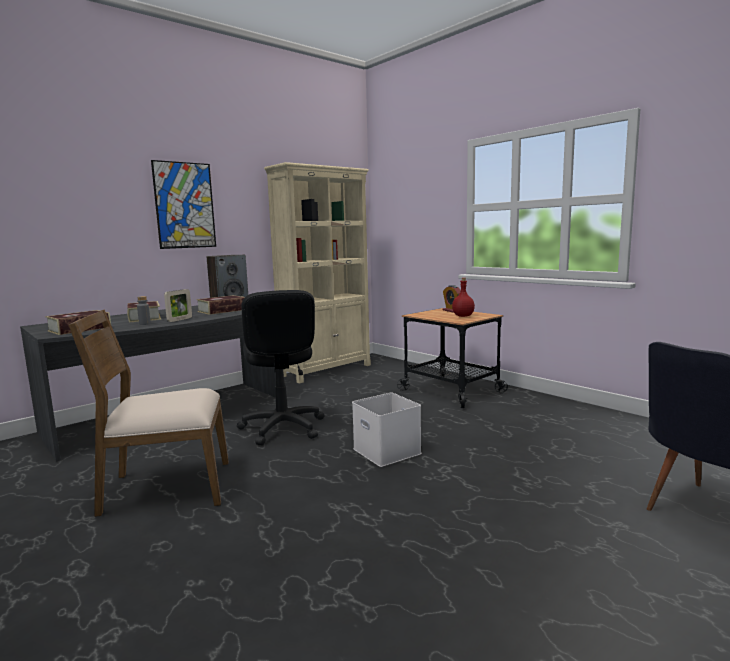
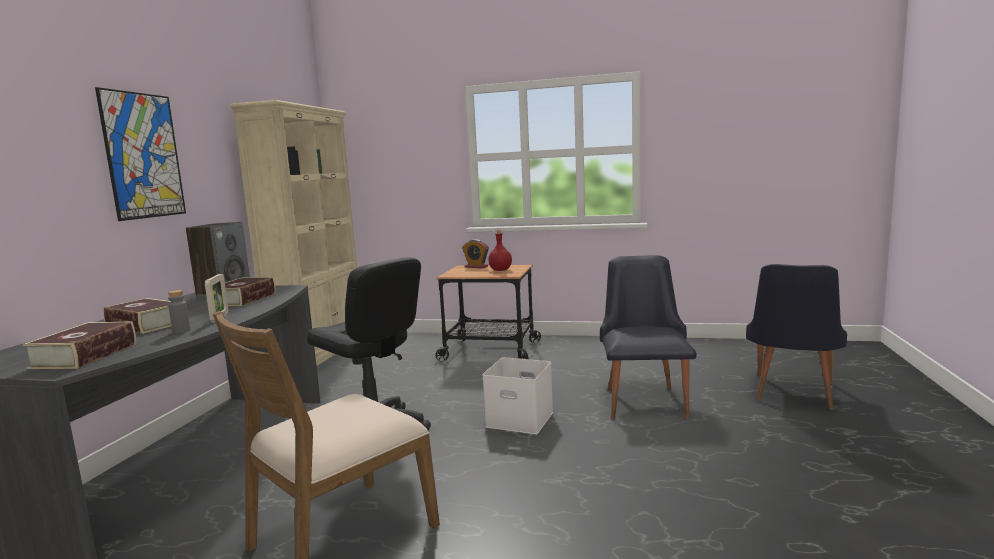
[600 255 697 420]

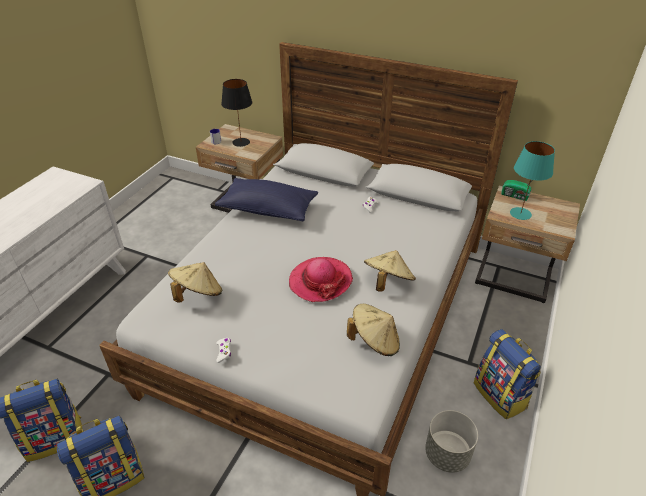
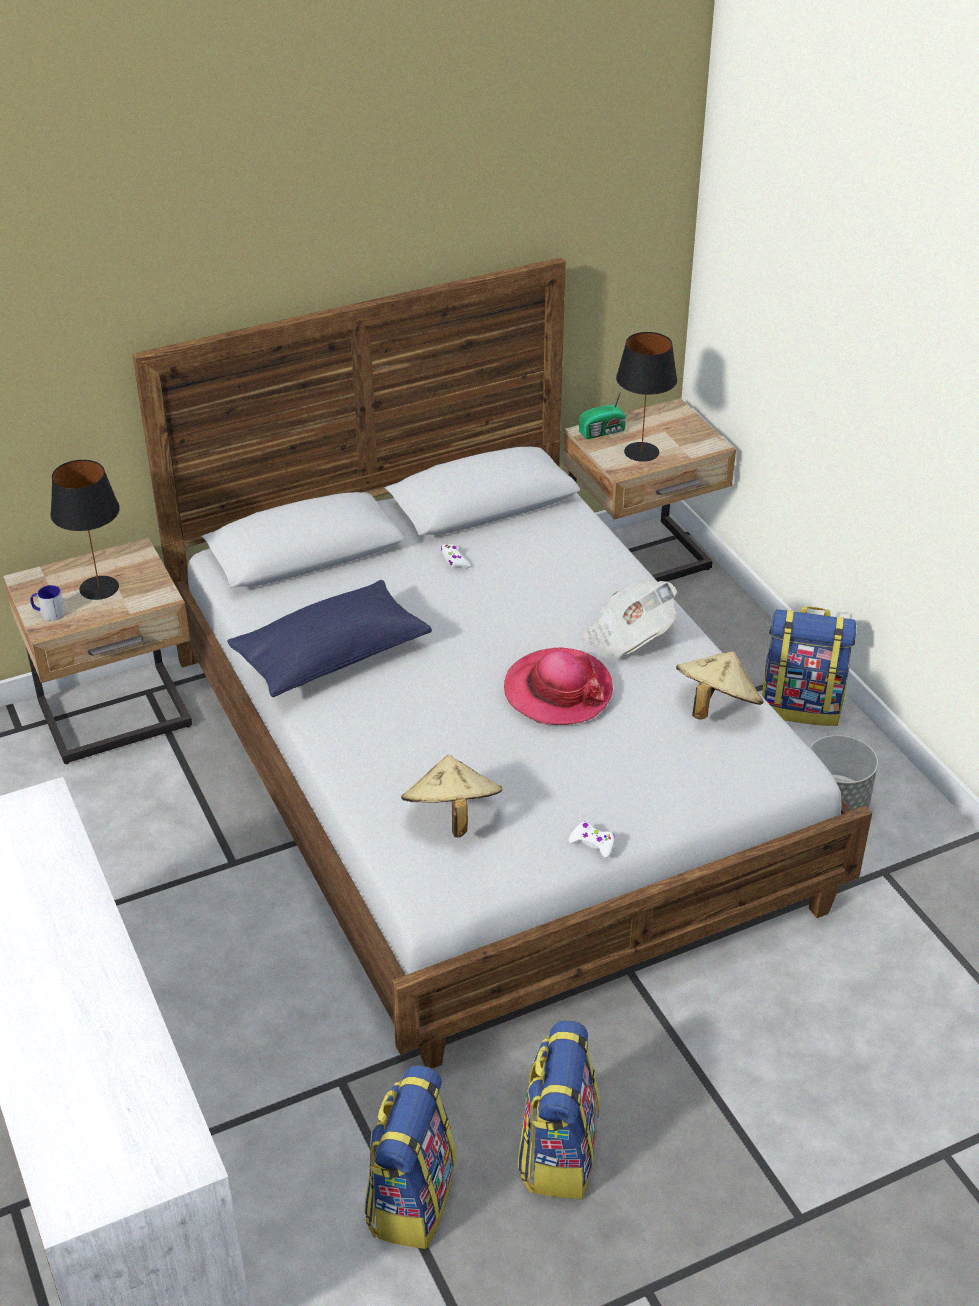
[583 577 677 659]
[616 332 677 462]

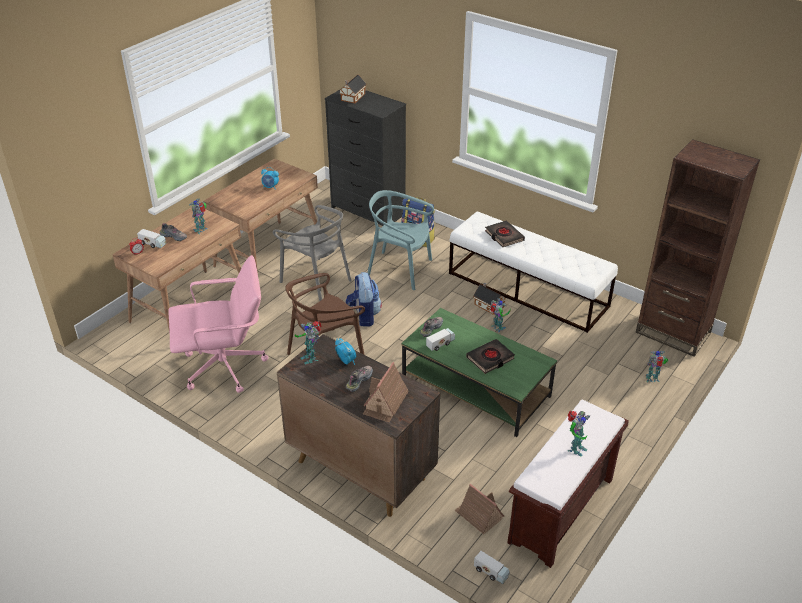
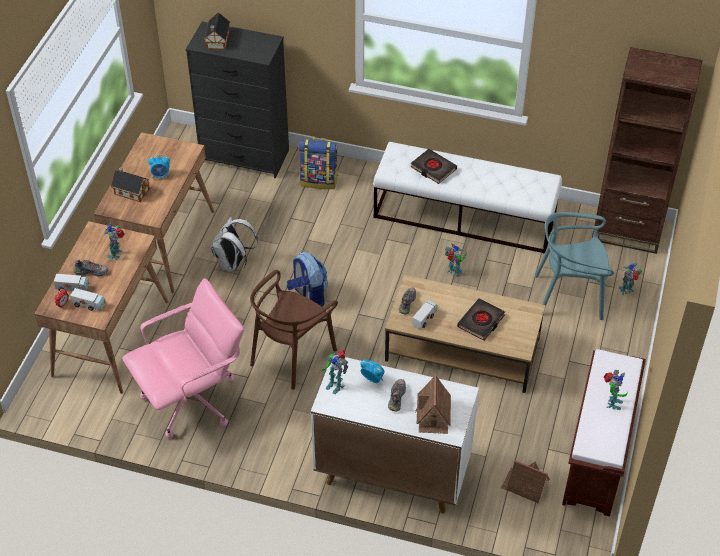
[70 288 106 311]
[111 168 150 202]
[211 217 258 272]
[311 354 479 513]
[385 275 545 393]
[535 212 614 320]

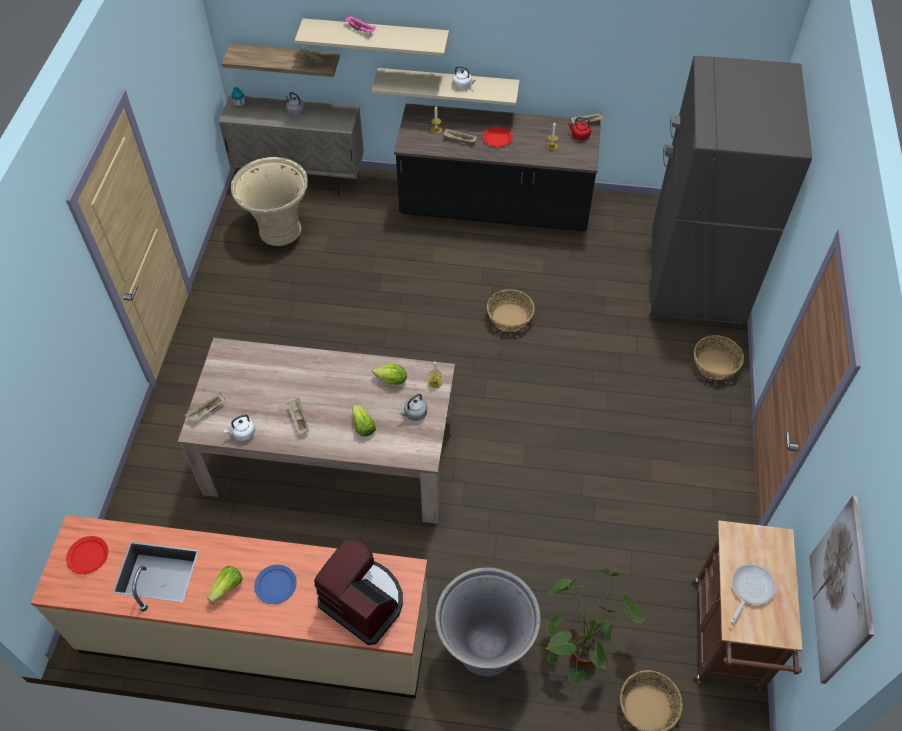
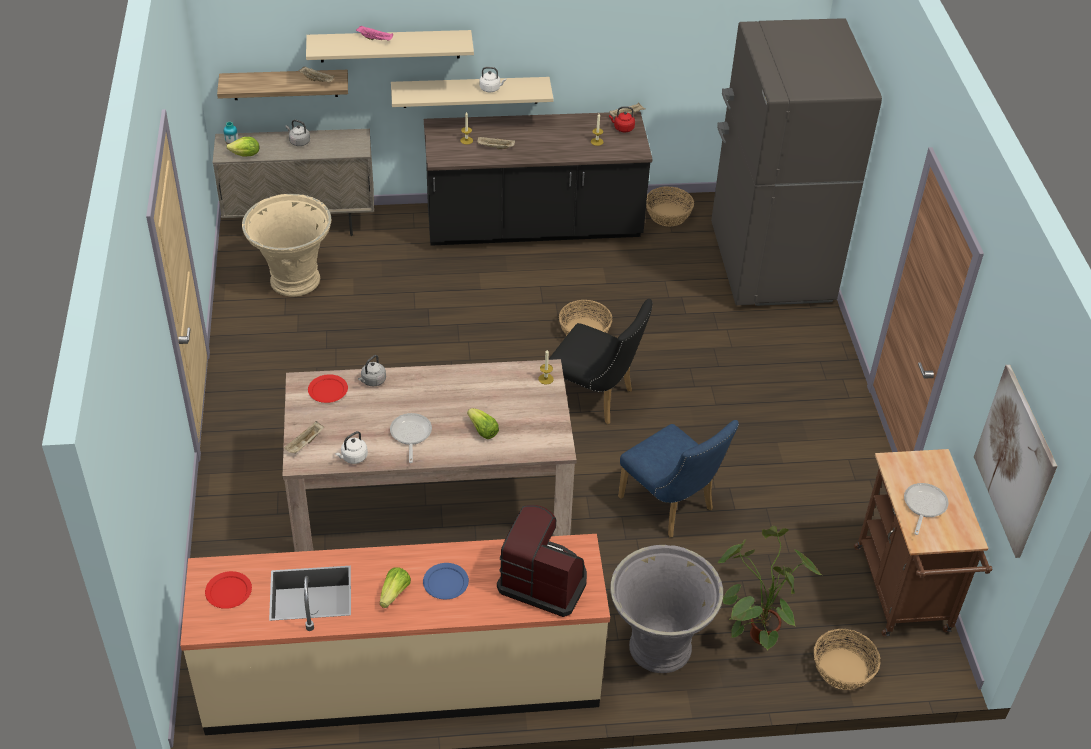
[226 137 259 157]
[308 374 348 403]
[358 355 386 386]
[390 413 432 463]
[548 299 653 425]
[618 420 739 538]
[646 186 694 227]

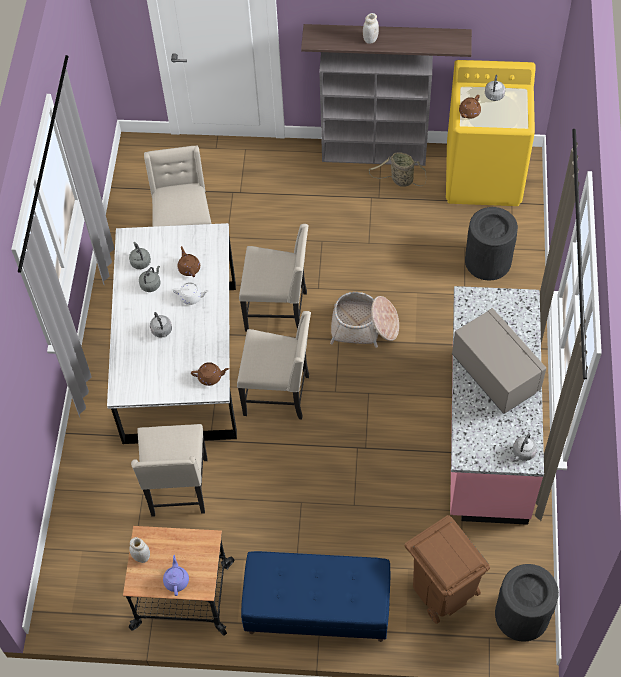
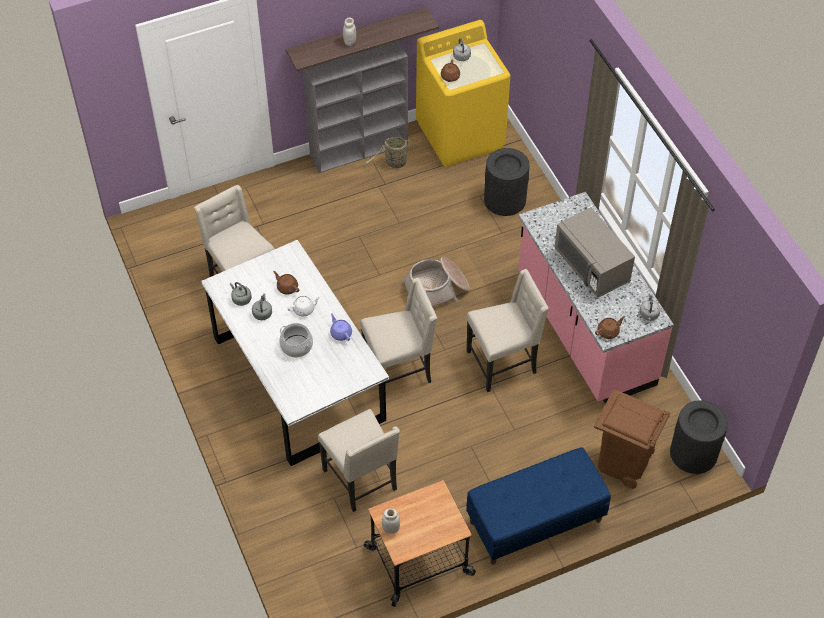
[279 323 313 358]
[330 313 352 341]
[467 269 549 392]
[555 208 635 297]
[595 316 625 339]

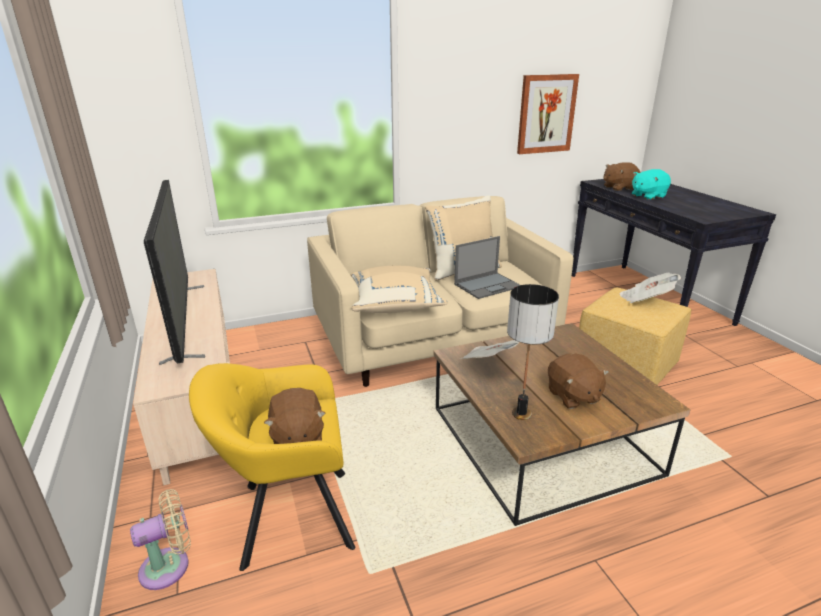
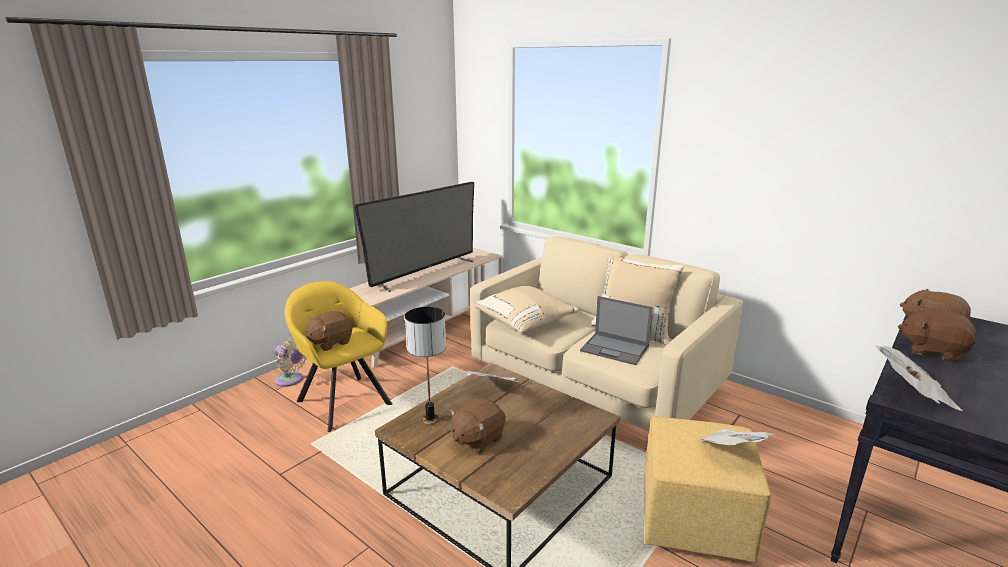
[876 346 962 411]
[898 307 976 362]
[517 74 579 154] (first image)

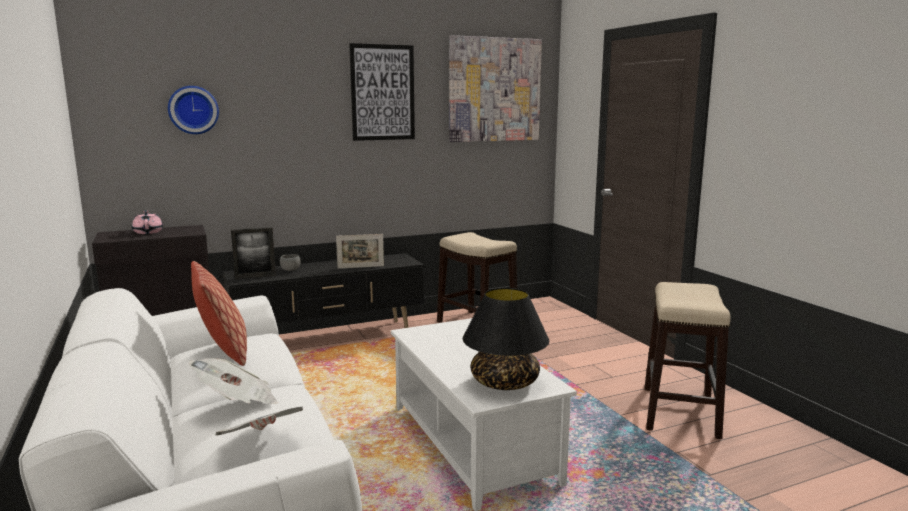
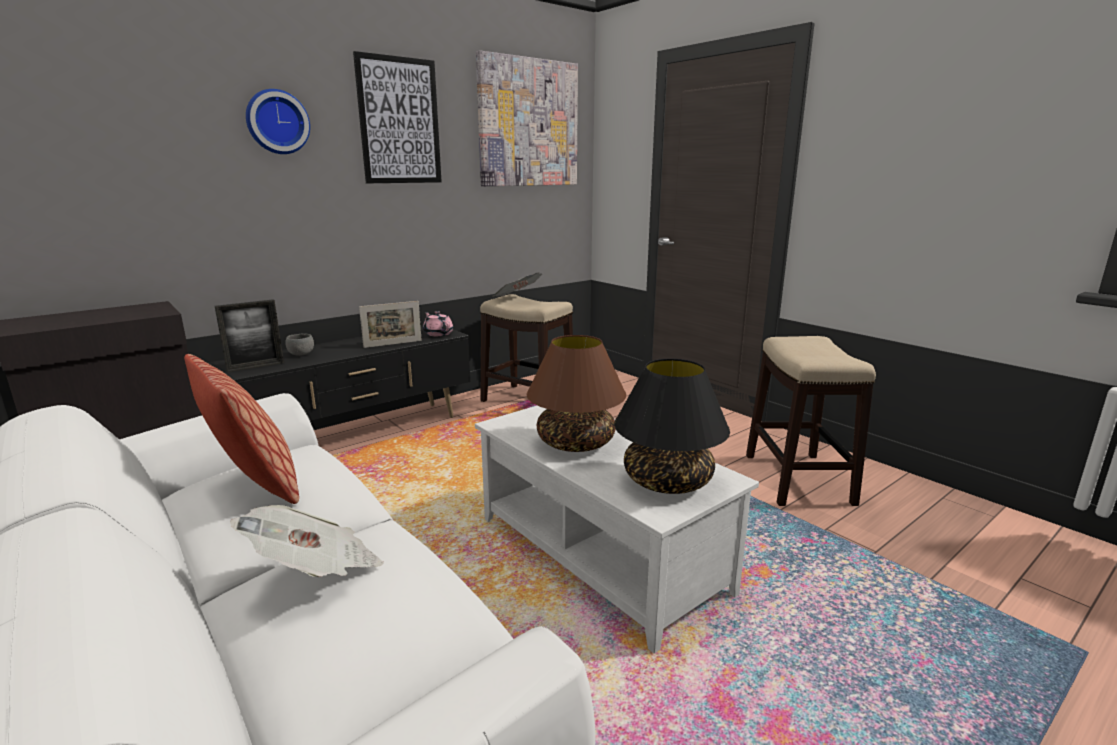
[246 89 310 154]
[423 311 453 336]
[493 272 542 297]
[527 335 626 452]

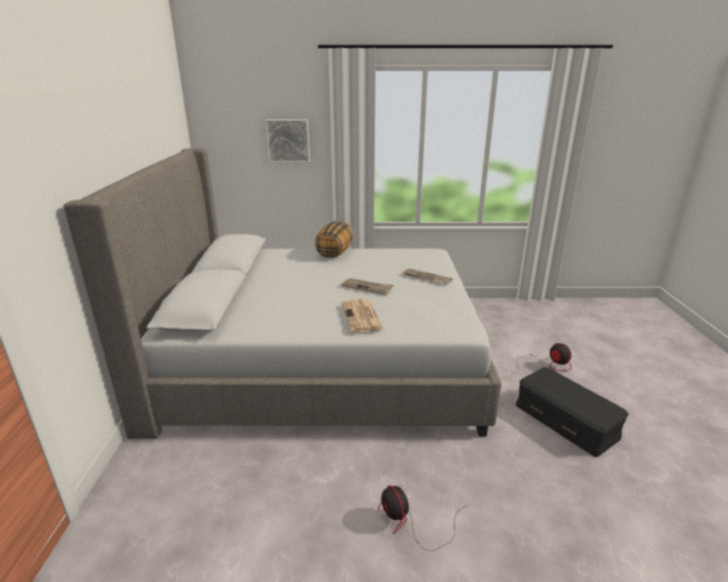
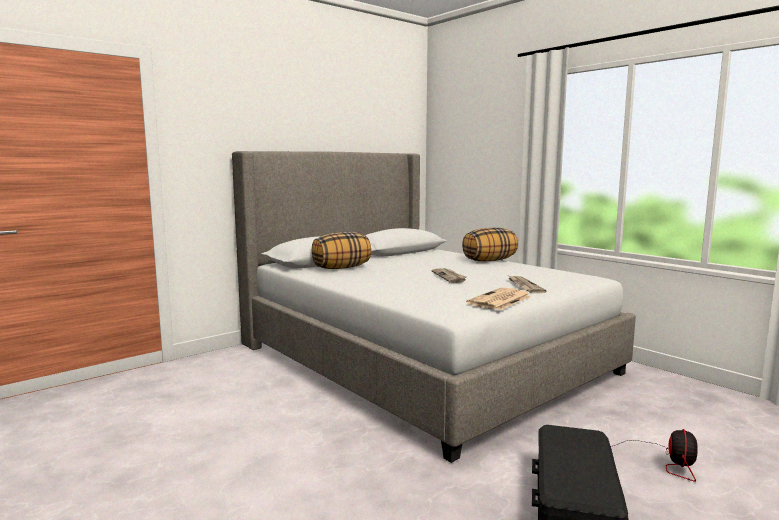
[312 232 371 269]
[466 287 531 310]
[265 119 310 163] (first image)
[378 485 466 551] (first image)

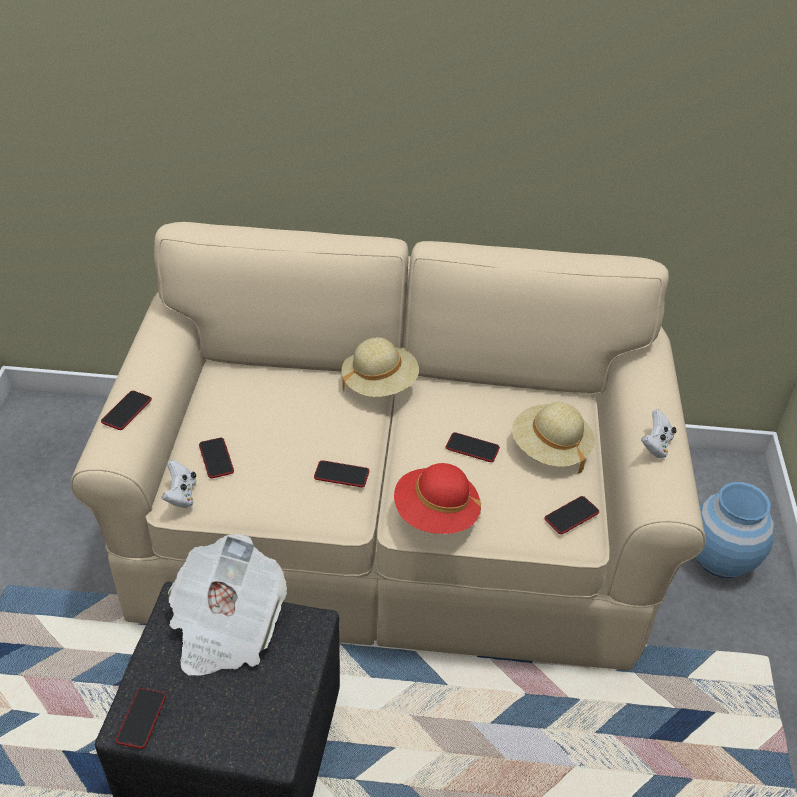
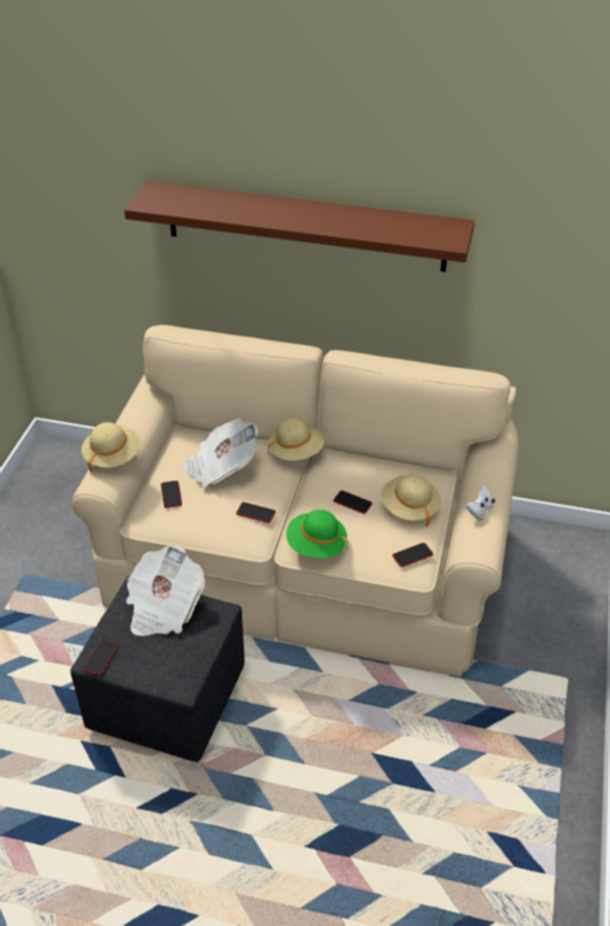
[81 422 141 473]
[124 181 475 272]
[182 418 259 488]
[286 510 347 558]
[162 460 196 508] (first image)
[696 482 775 578] (first image)

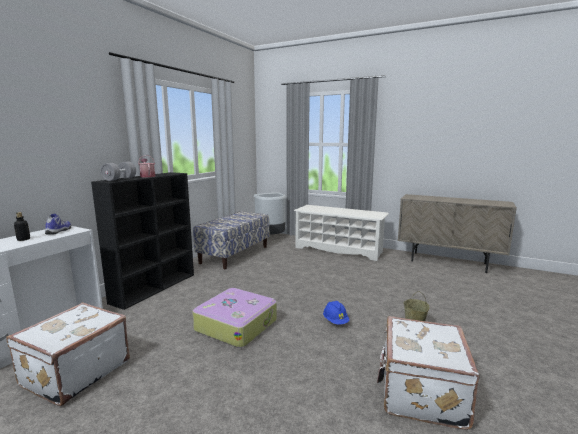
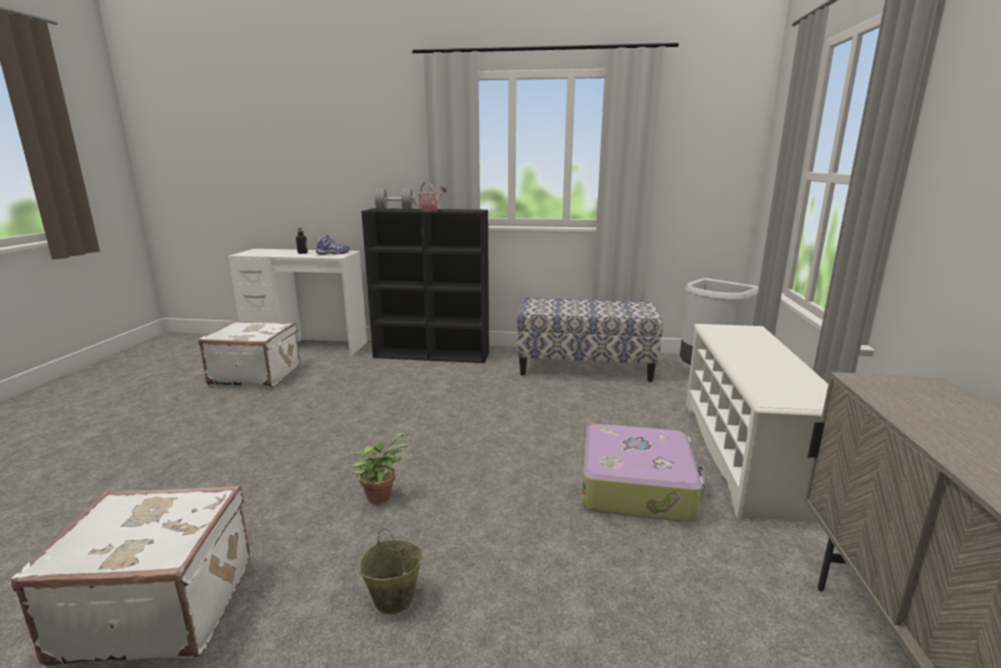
[352 432 407 504]
[582 424 705 522]

